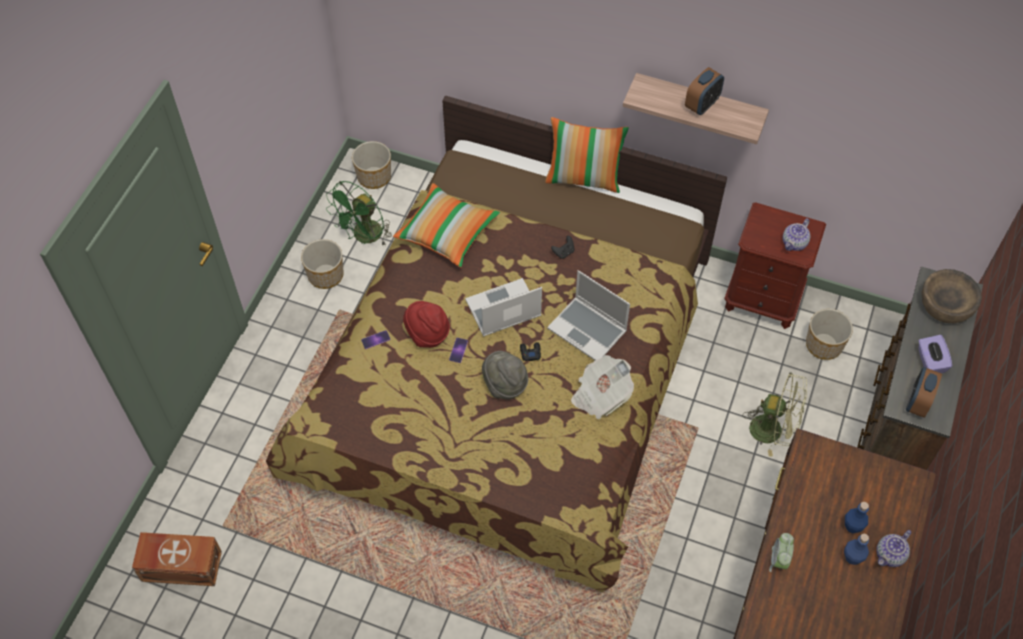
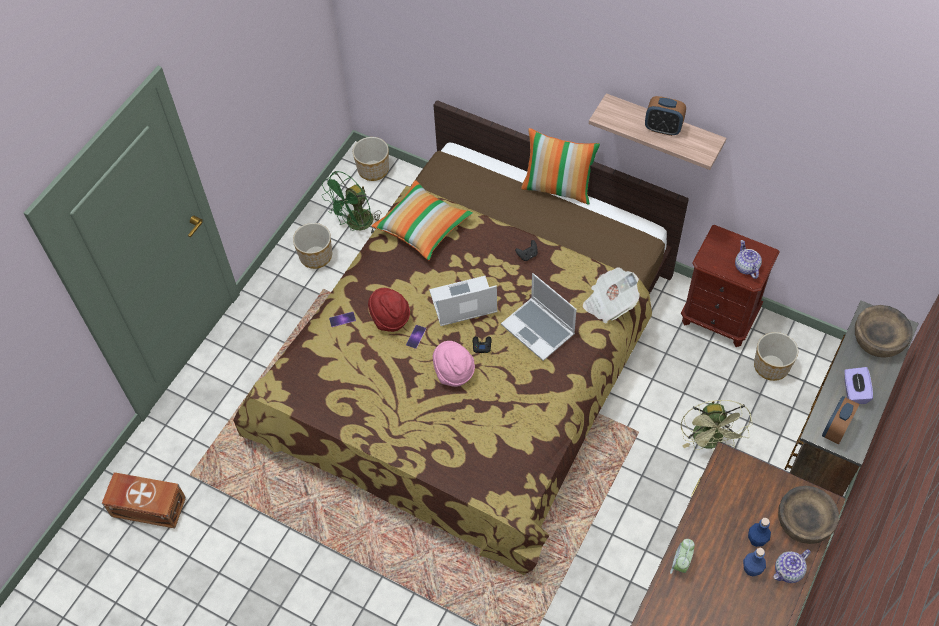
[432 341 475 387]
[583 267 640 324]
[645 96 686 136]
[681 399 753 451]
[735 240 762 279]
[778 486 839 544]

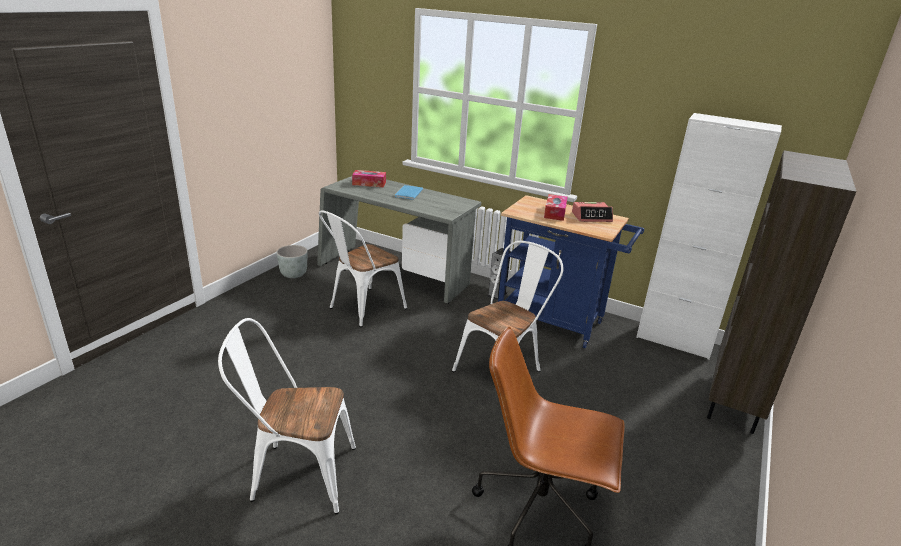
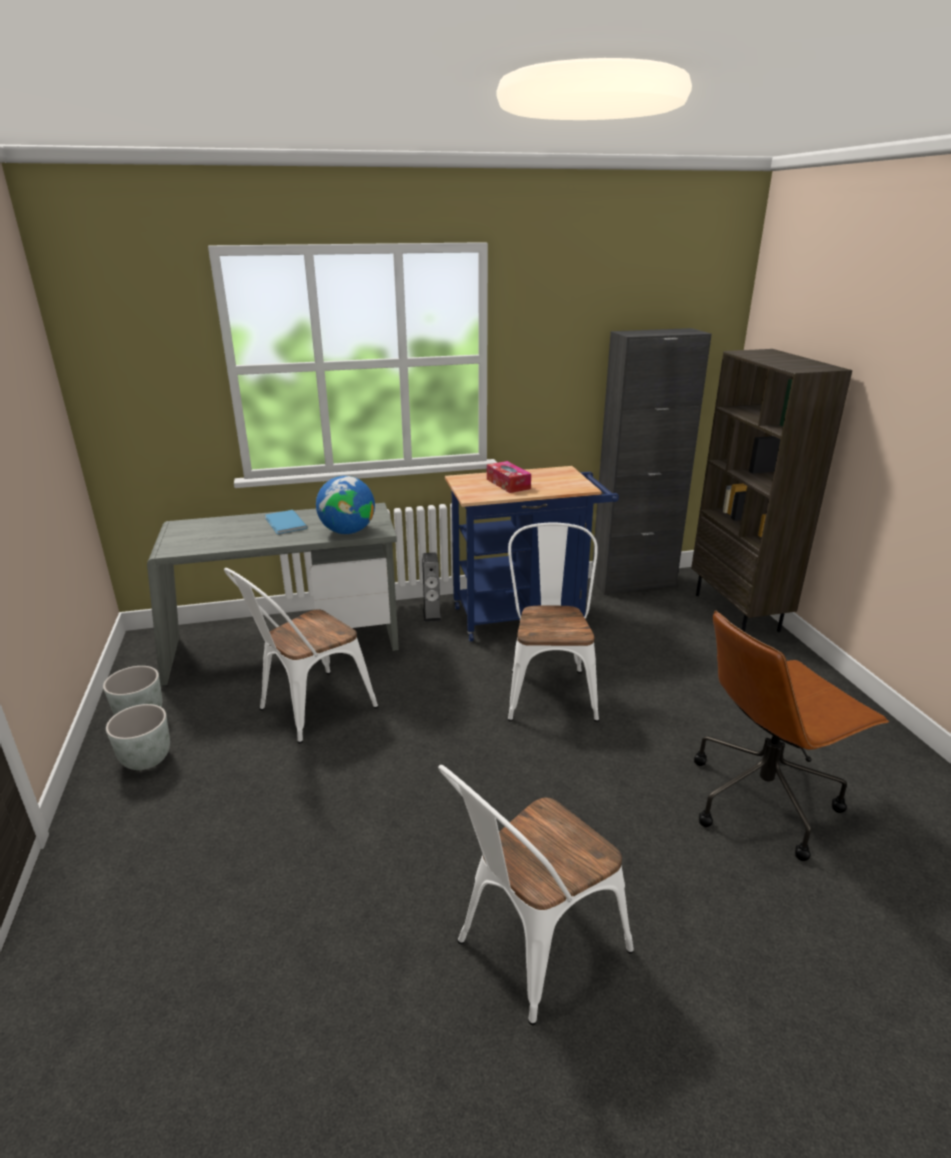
[106 704 170 770]
[224 568 378 743]
[316 476 375 534]
[592 328 712 595]
[352 170 386 187] (first image)
[572 202 613 222] (first image)

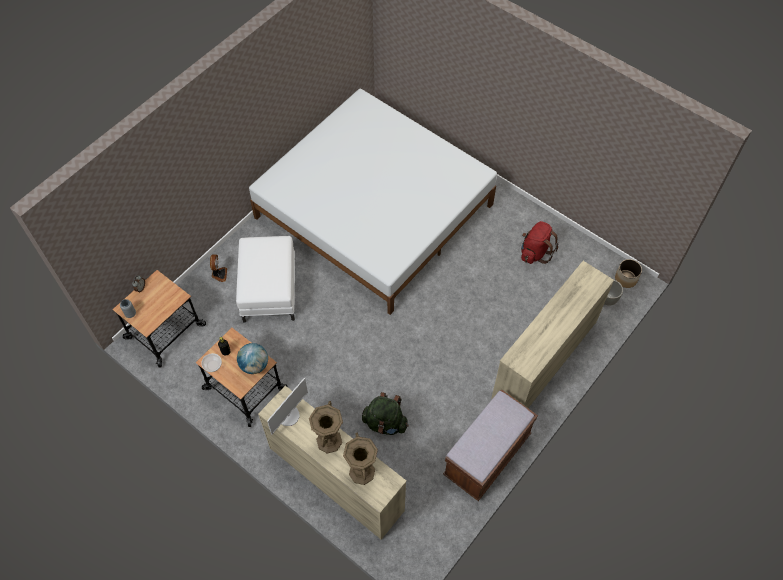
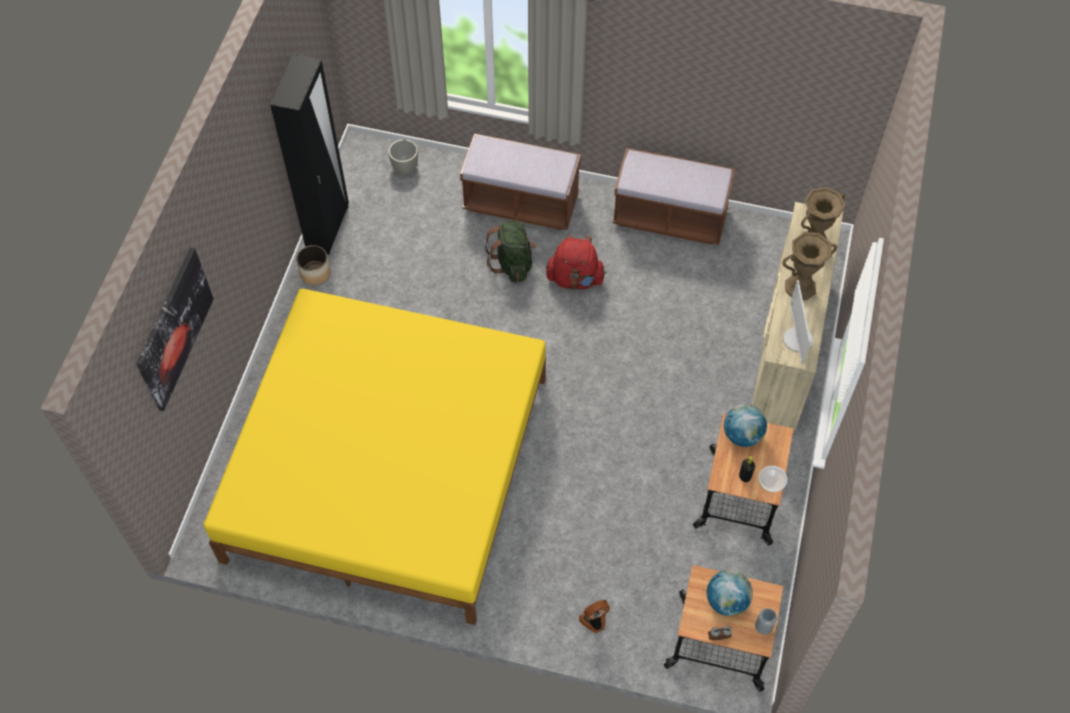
[136 247 214 411]
[204 289 546 625]
[270 54 349 254]
[296 245 331 285]
[460 134 581 230]
[485 220 537 283]
[546 235 606 290]
[707 570 753 616]
[783 280 813 364]
[236 236 295 323] (first image)

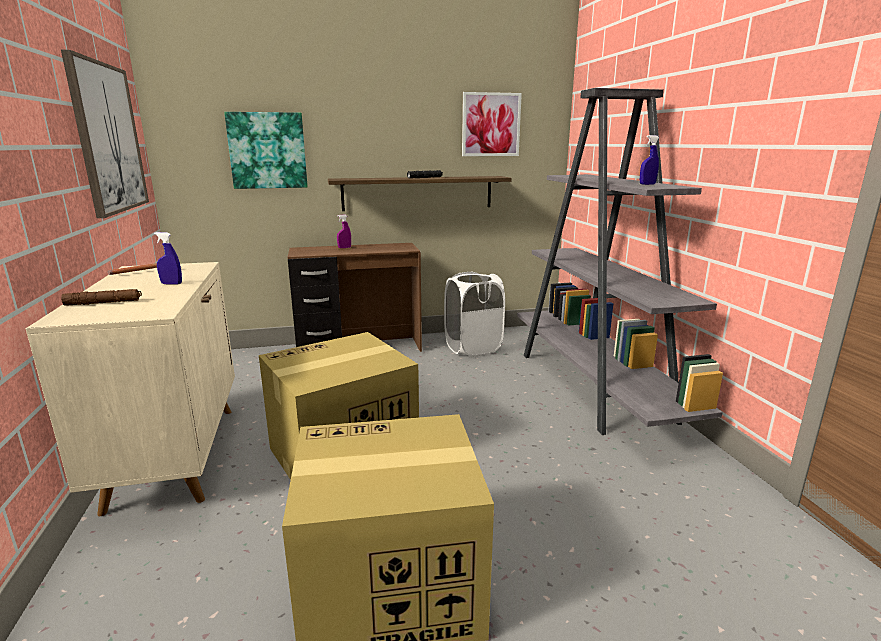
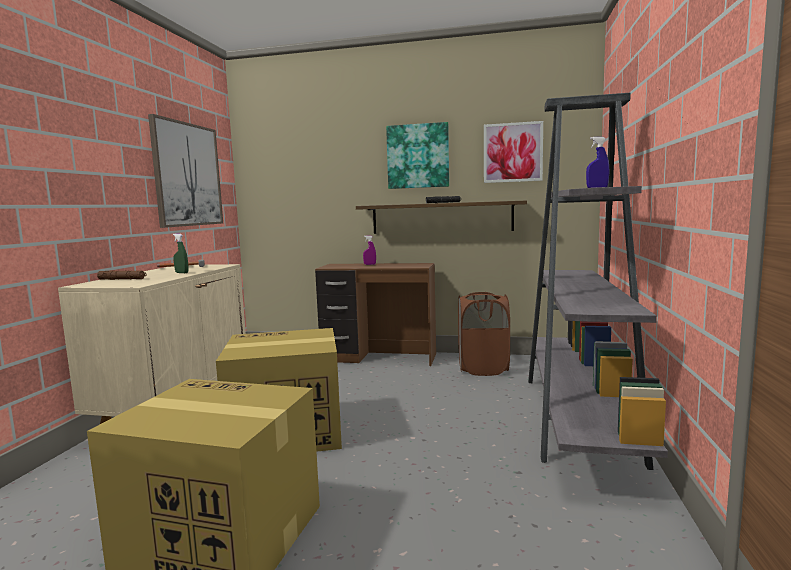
[173 233 189 273]
[386 122 449 189]
[458 292 510 376]

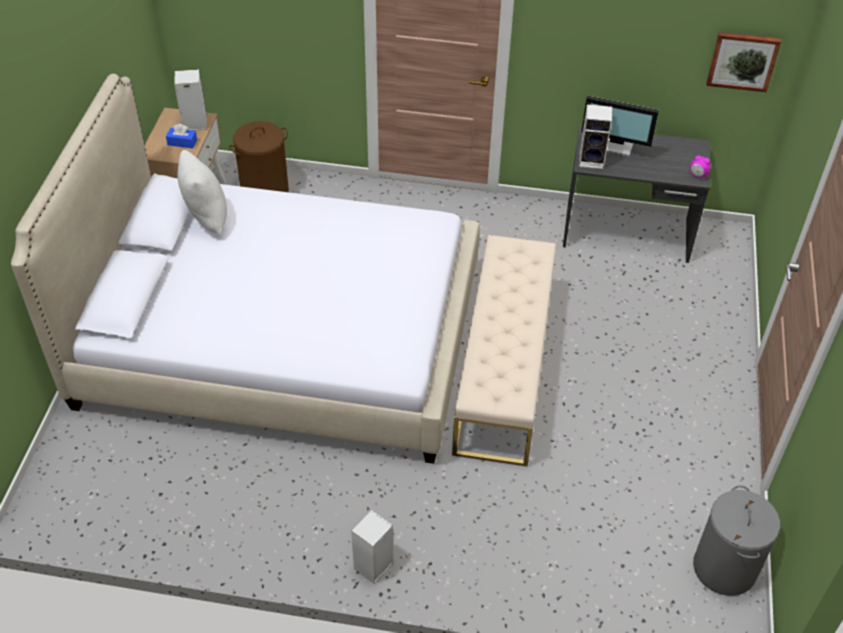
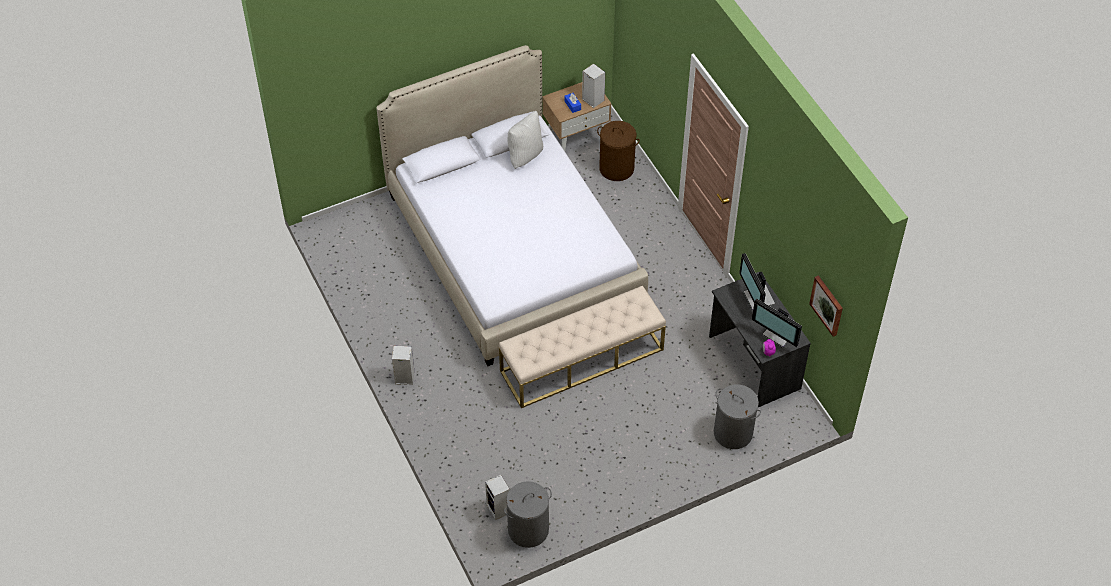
[485 475 510 520]
[714 384 761 449]
[752 299 802 348]

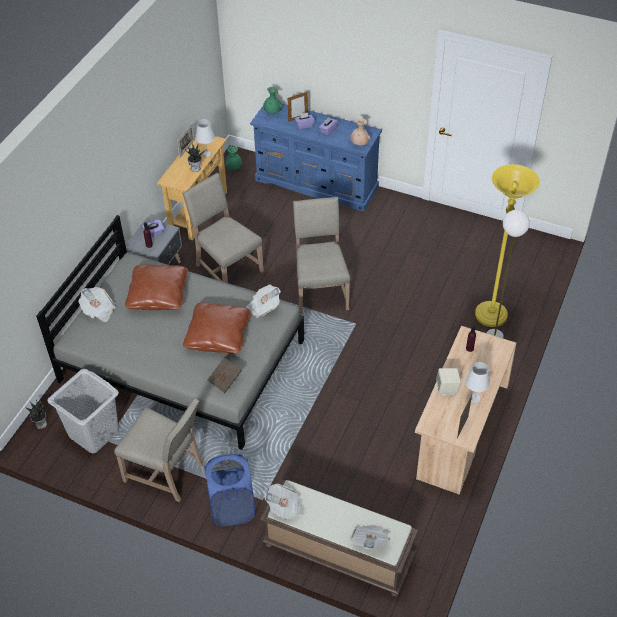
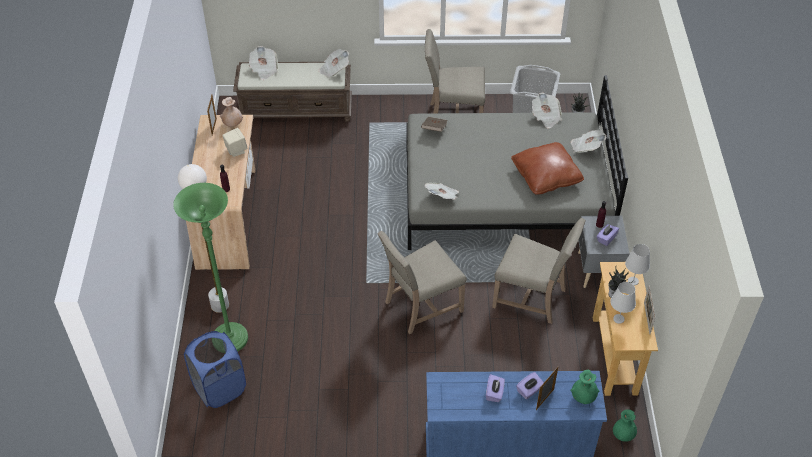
[173 183 248 351]
[184 331 246 408]
[220 97 243 127]
[378 231 467 334]
[532 92 562 129]
[625 244 650 286]
[183 302 250 353] (first image)

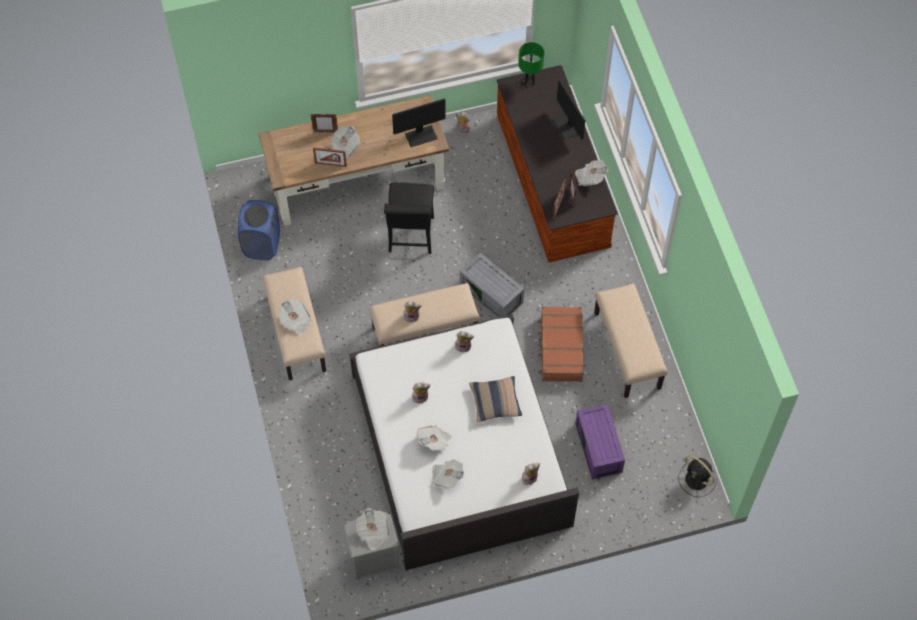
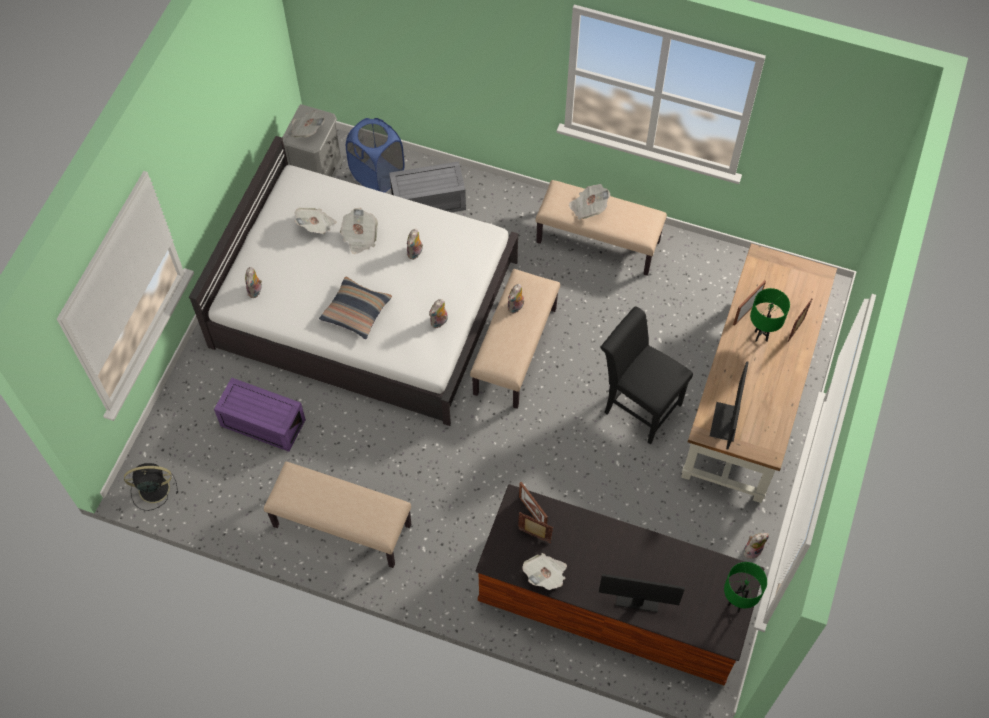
[346 118 405 193]
[389 161 466 212]
[750 288 790 342]
[538 306 584 382] (first image)

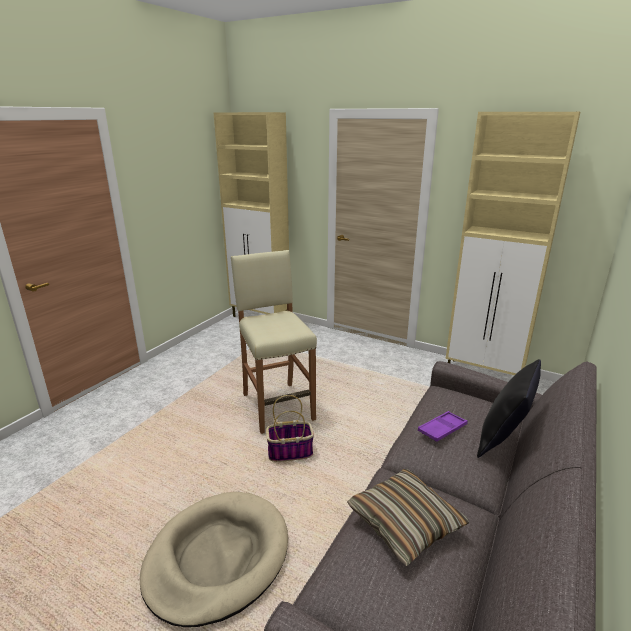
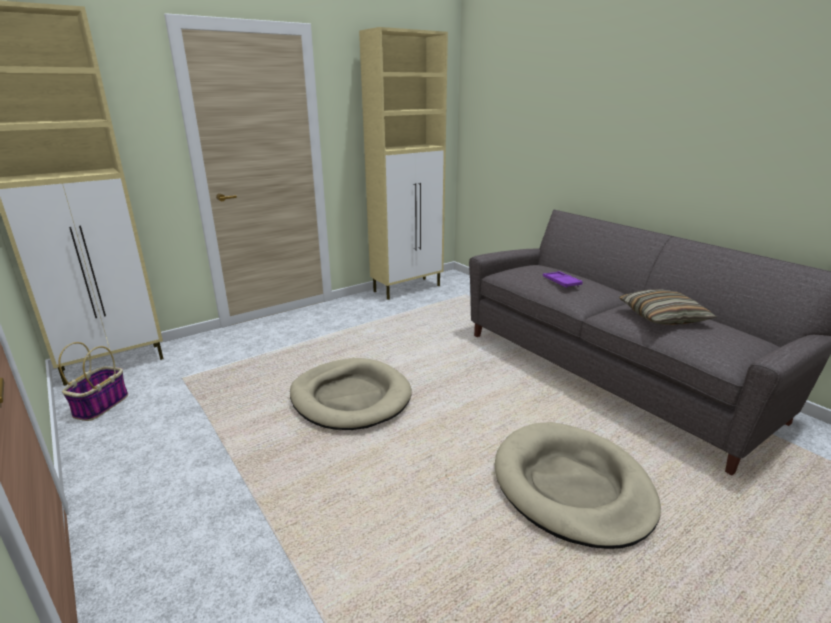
[59 342 128 421]
[290 358 412 430]
[477 359 541 458] (first image)

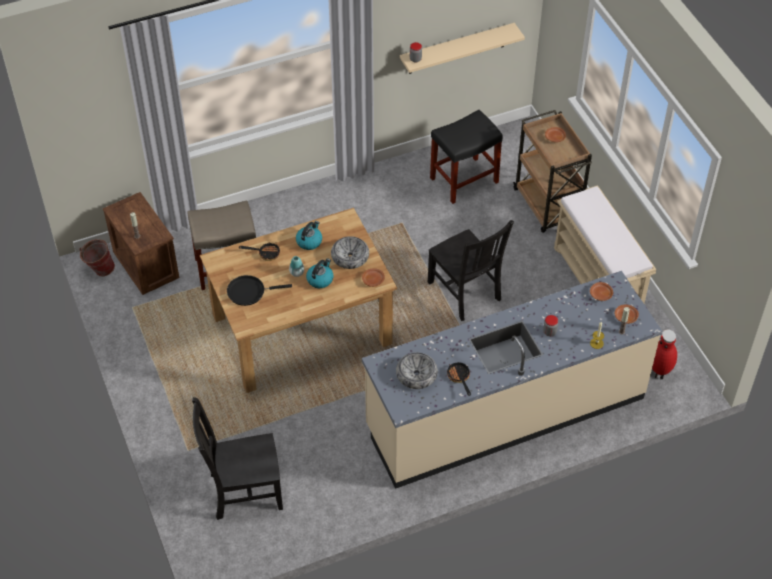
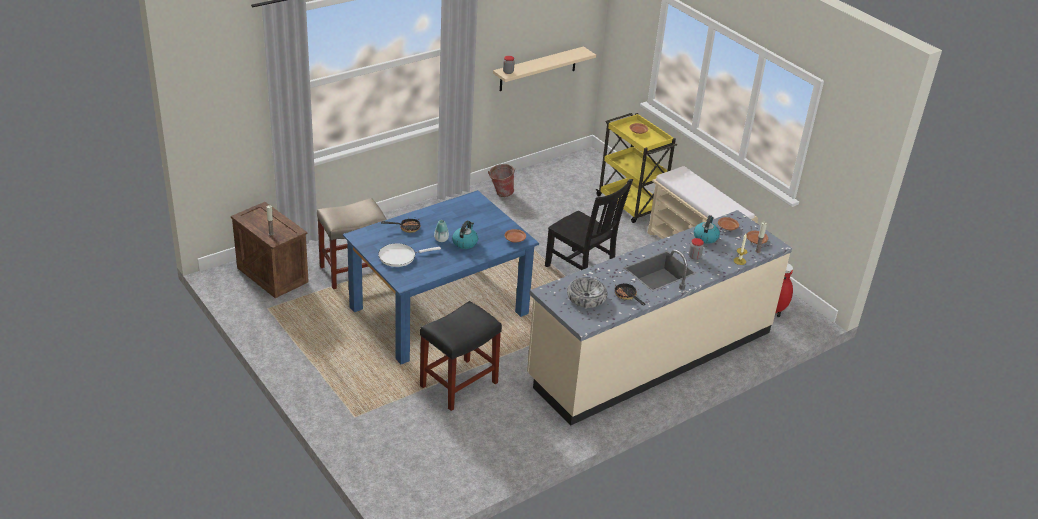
[343 190 539 364]
[378 243 441 267]
[420 301 502 411]
[488 164 515 197]
[596 113 677 223]
[694 215 720 244]
[192 397 283 520] (first image)
[331 236 369 269] (first image)

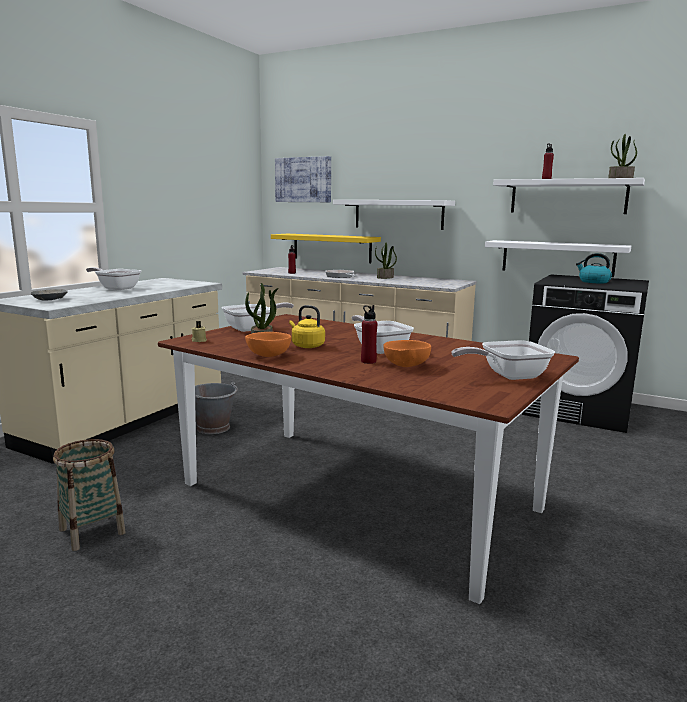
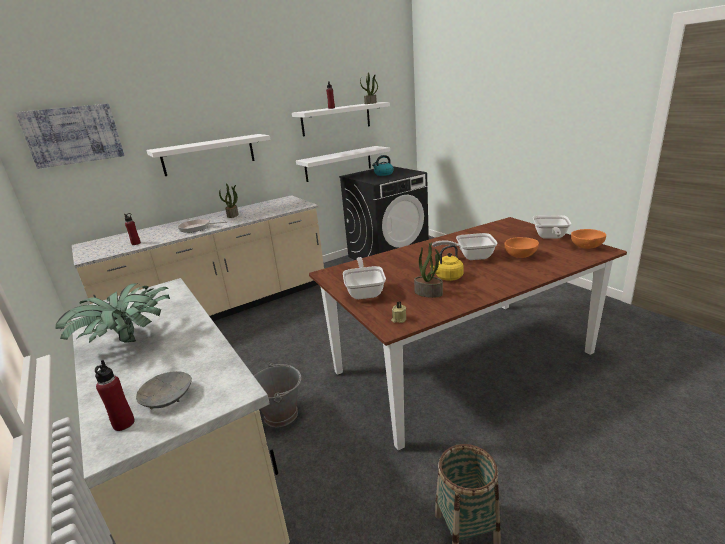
[55 283 170 343]
[95 360 135 431]
[571 229 606 249]
[271 234 381 263] (first image)

